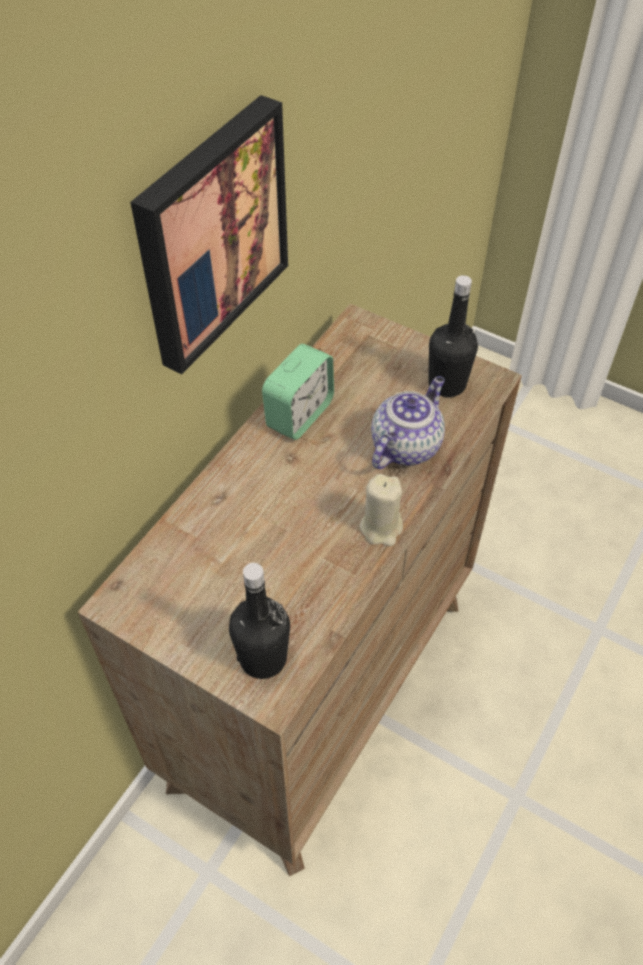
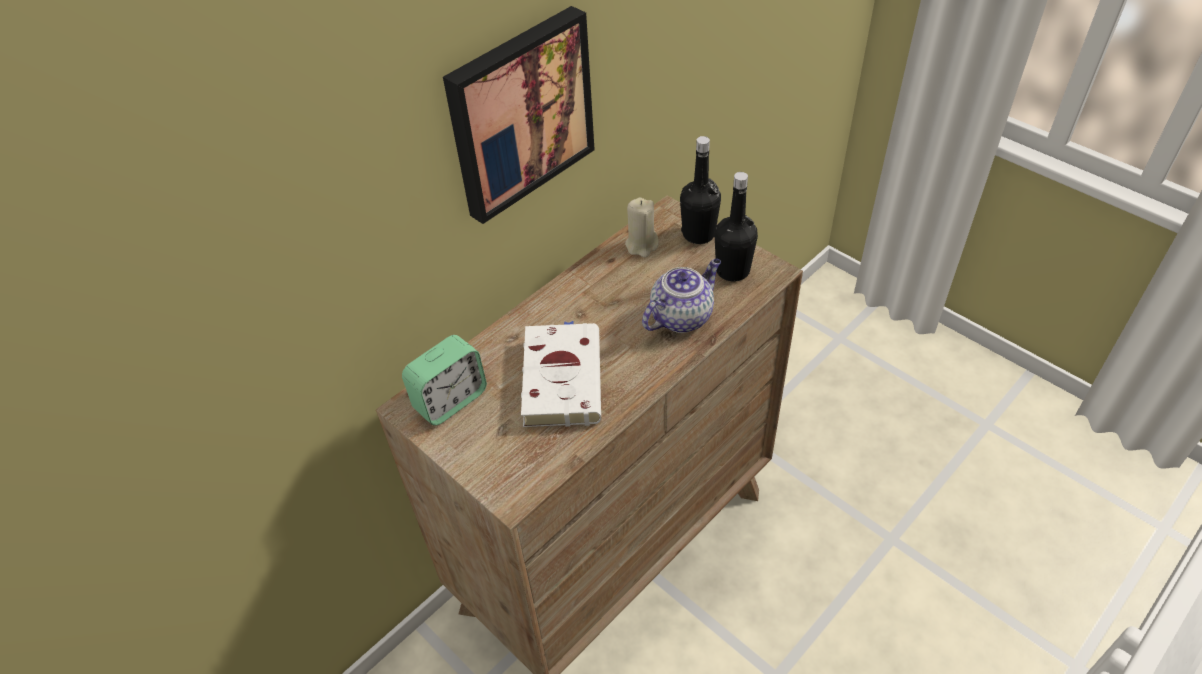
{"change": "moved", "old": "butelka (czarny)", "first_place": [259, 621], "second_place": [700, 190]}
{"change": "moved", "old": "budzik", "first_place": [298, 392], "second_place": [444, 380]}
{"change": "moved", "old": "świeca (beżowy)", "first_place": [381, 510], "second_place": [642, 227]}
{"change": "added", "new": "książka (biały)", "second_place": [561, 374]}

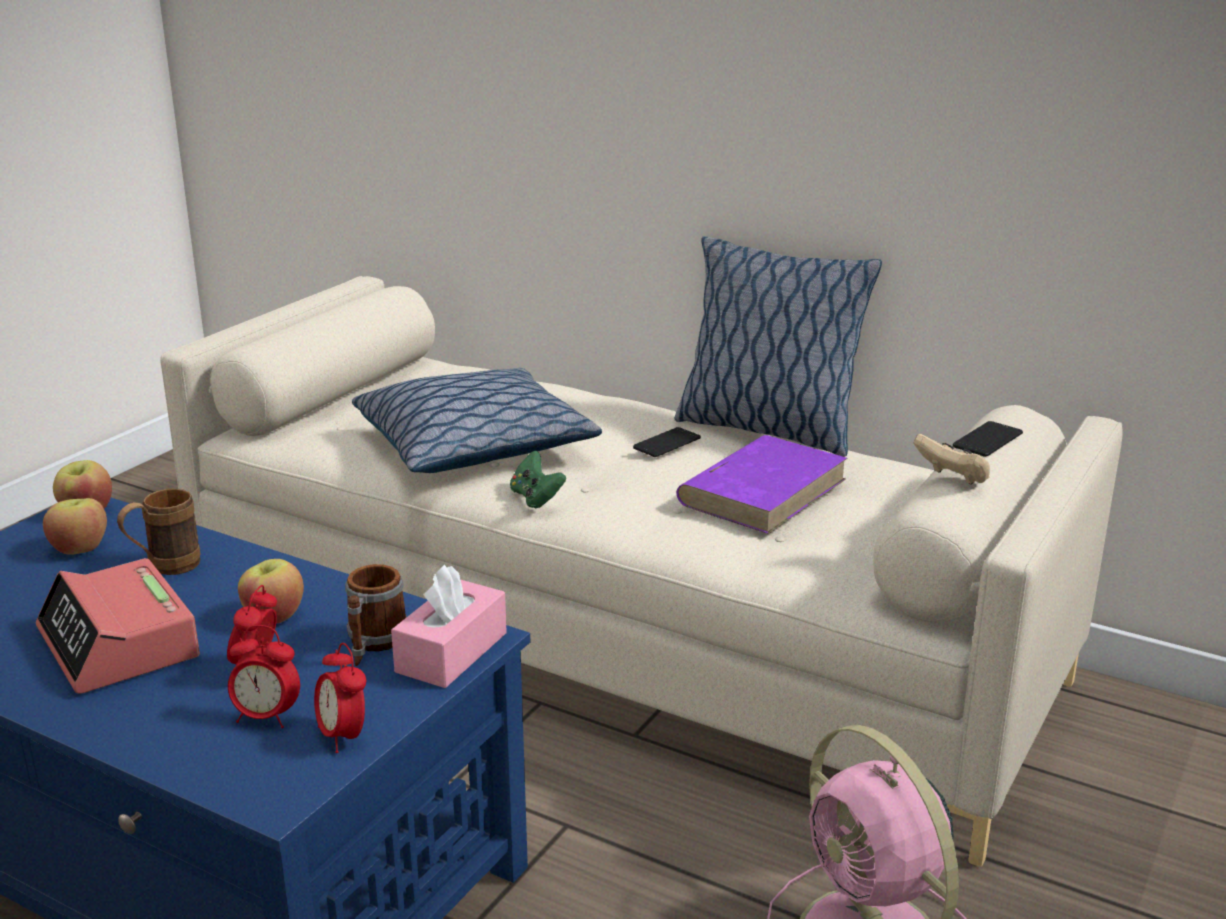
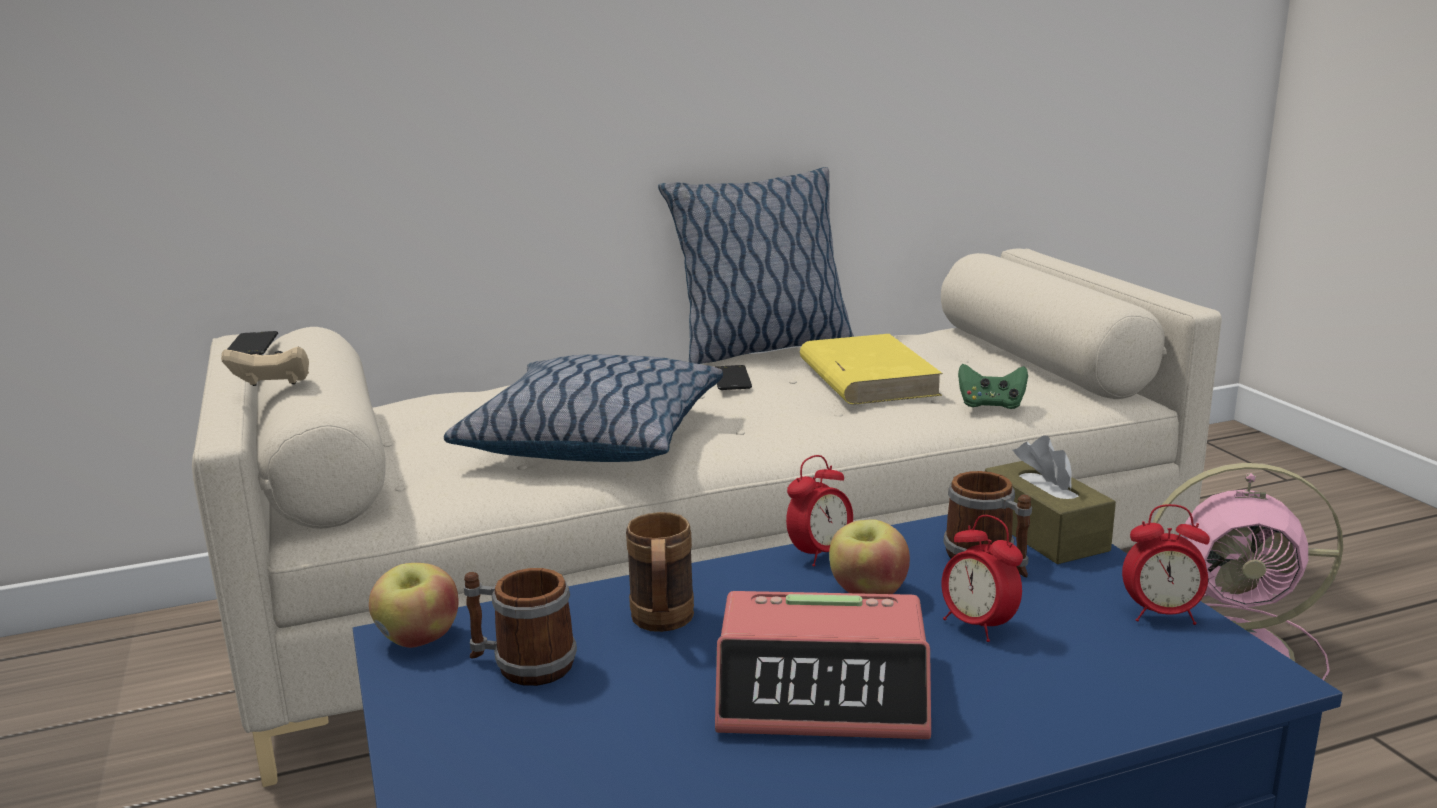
{"change": "replaced", "old": "jabłko", "new": "kubek", "first_place": [75, 526], "second_place": [520, 627]}
{"change": "moved", "old": "budzik", "first_place": [264, 676], "second_place": [819, 511]}
{"change": "recoloured", "old": "pudełko chusteczek (różowy)", "new": "pudełko chusteczek (brązowy)", "first_place": [449, 626], "second_place": [1050, 499]}
{"change": "moved", "old": "pad do gier (zielony)", "first_place": [538, 479], "second_place": [993, 386]}
{"change": "recoloured", "old": "książka (fioletowy)", "new": "książka (żółty)", "first_place": [762, 484], "second_place": [871, 369]}
{"change": "moved", "old": "pad do gier (beżowy)", "first_place": [951, 459], "second_place": [265, 366]}
{"change": "moved", "old": "telefon", "first_place": [988, 439], "second_place": [252, 343]}

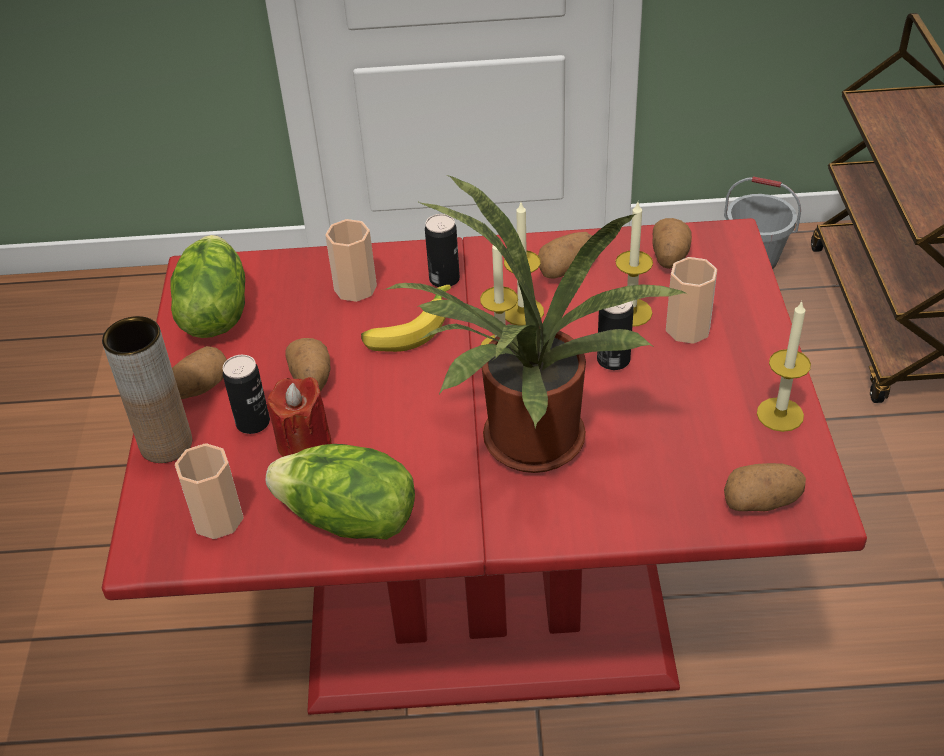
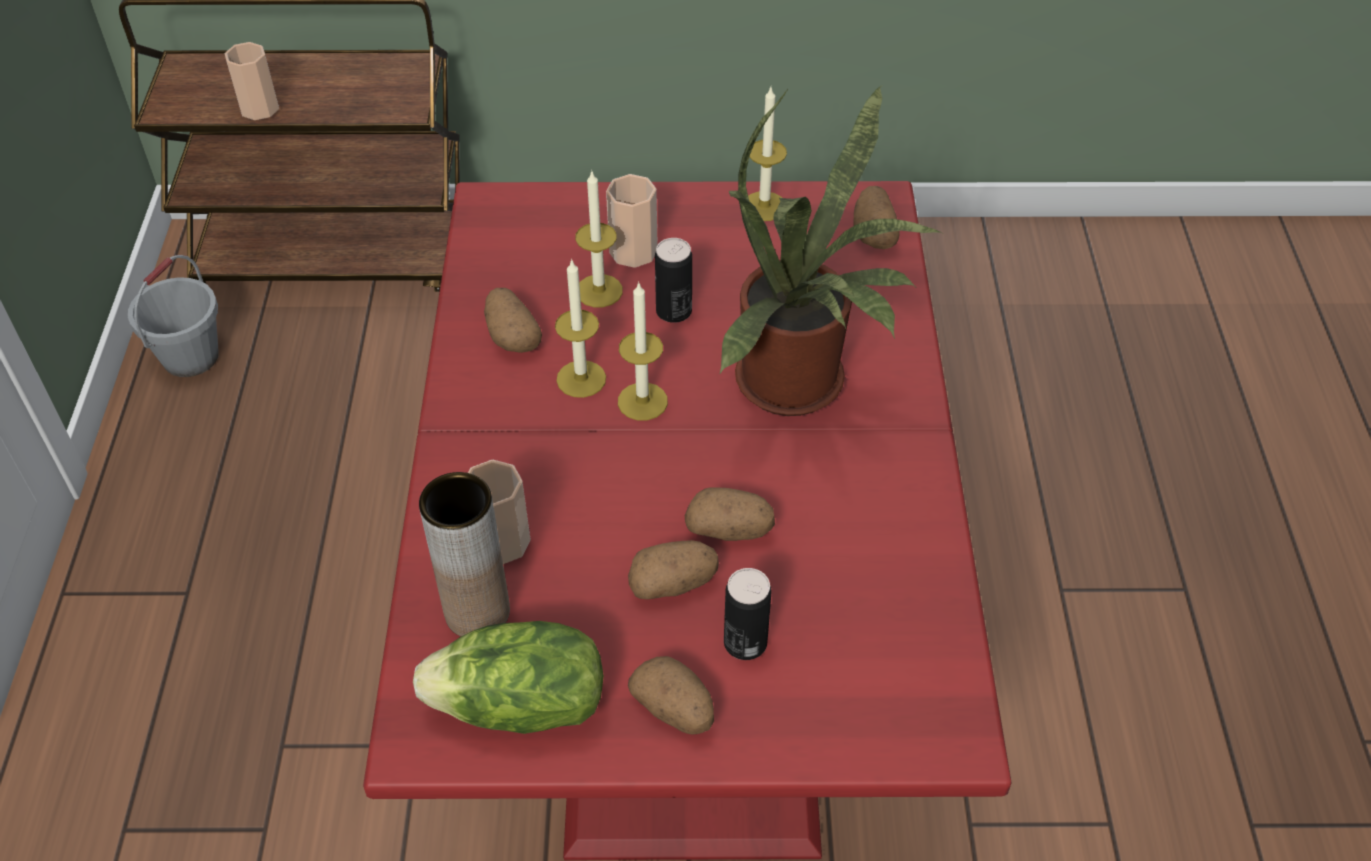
{"change": "moved", "old": "wazon (brązowy)", "first_place": [147, 389], "second_place": [464, 554]}
{"change": "moved", "old": "filiżanka", "first_place": [209, 491], "second_place": [252, 81]}
{"change": "removed", "old": "sałata", "first_place": [340, 492]}
{"change": "removed", "old": "świeca (czerwony)", "first_place": [299, 417]}
{"change": "removed", "old": "banan", "first_place": [406, 318]}
{"change": "removed", "old": "puszka", "first_place": [442, 250]}
{"change": "moved", "old": "ziemniak", "first_place": [672, 243], "second_place": [730, 514]}

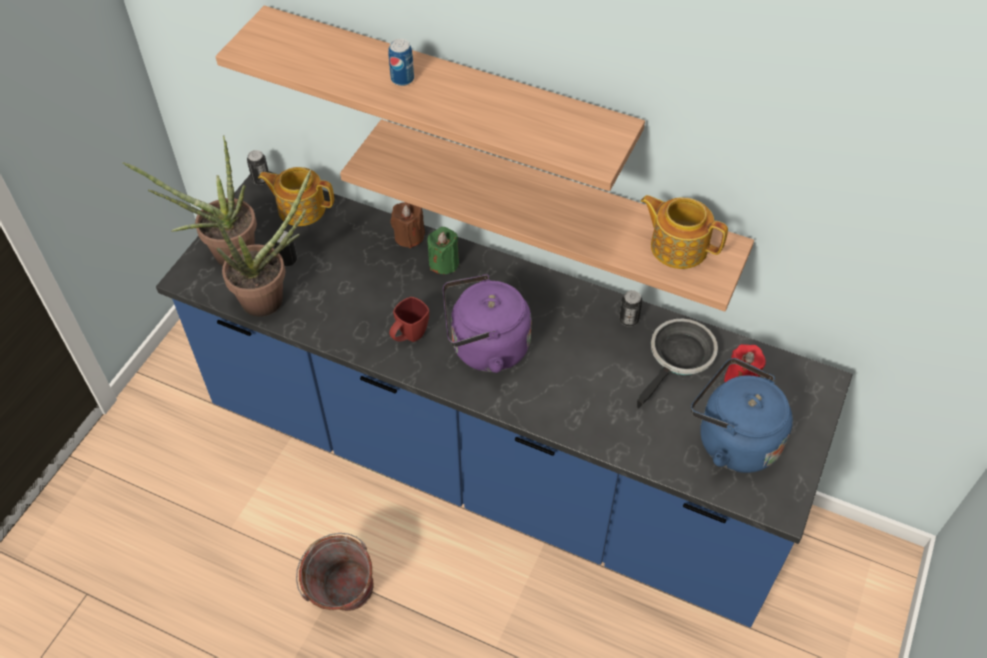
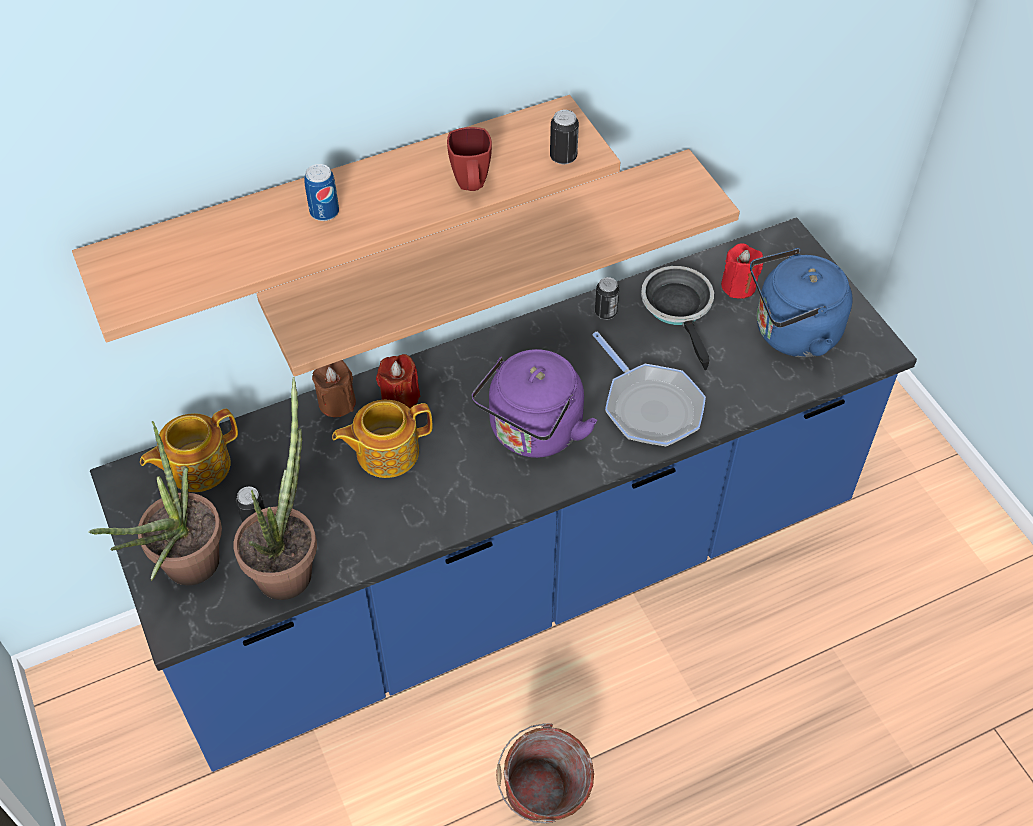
{"change": "moved", "old": "puszka", "first_place": [258, 167], "second_place": [564, 137]}
{"change": "moved", "old": "kubek (czerwony)", "first_place": [409, 319], "second_place": [469, 159]}
{"change": "recoloured", "old": "świeca (zielony)", "new": "świeca (czerwony)", "first_place": [443, 250], "second_place": [398, 381]}
{"change": "moved", "old": "imbryk", "first_place": [684, 232], "second_place": [382, 439]}
{"change": "added", "new": "patelnia", "second_place": [649, 389]}

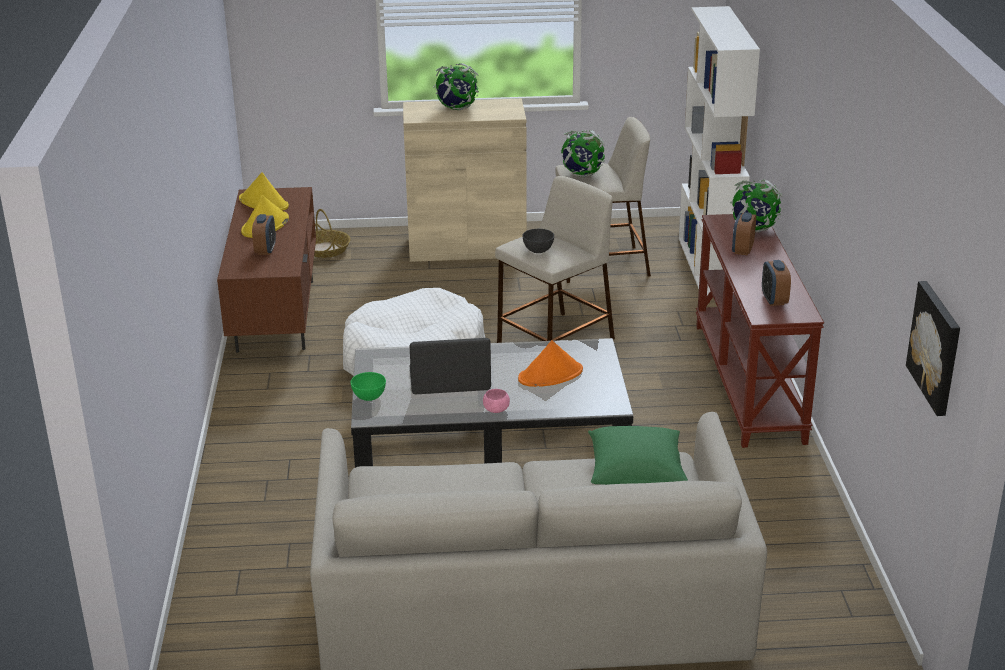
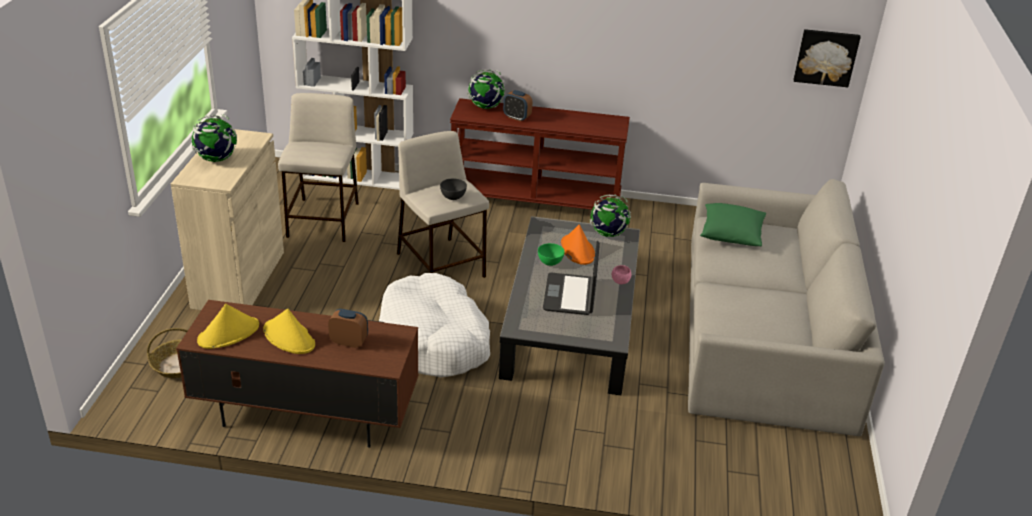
{"change": "moved", "old": "miska (zielony)", "first_place": [368, 386], "second_place": [551, 254]}
{"change": "moved", "old": "globus", "first_place": [583, 153], "second_place": [610, 215]}
{"change": "removed", "old": "budzik", "first_place": [776, 283]}

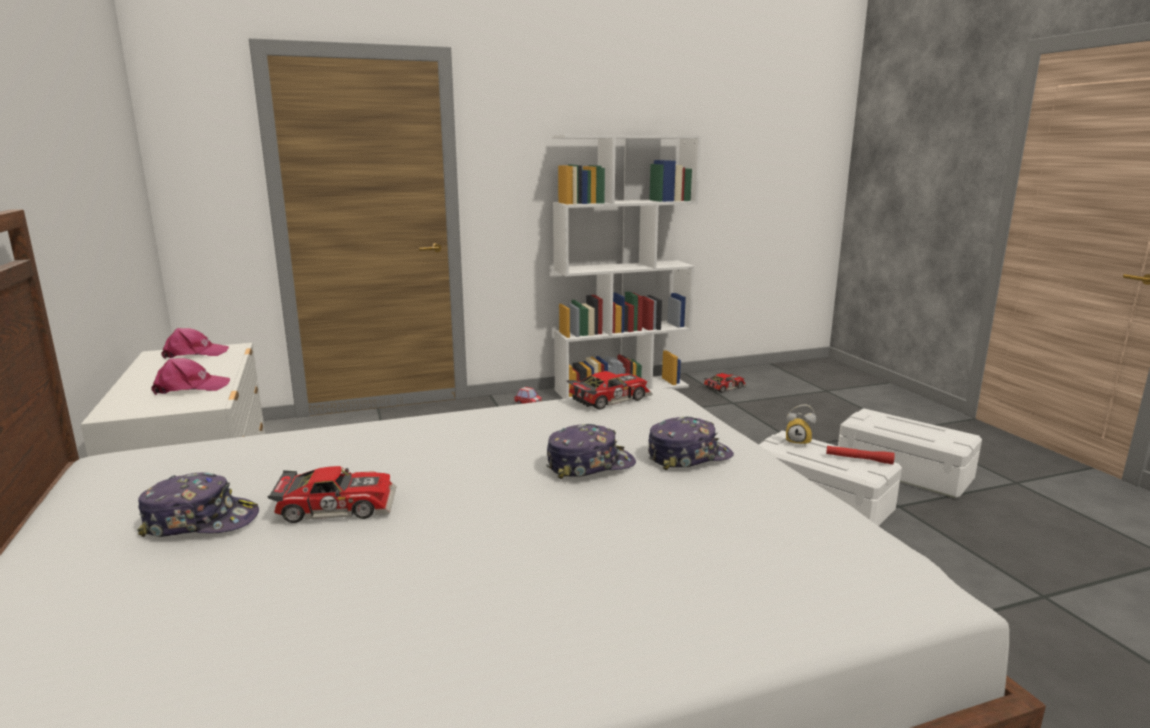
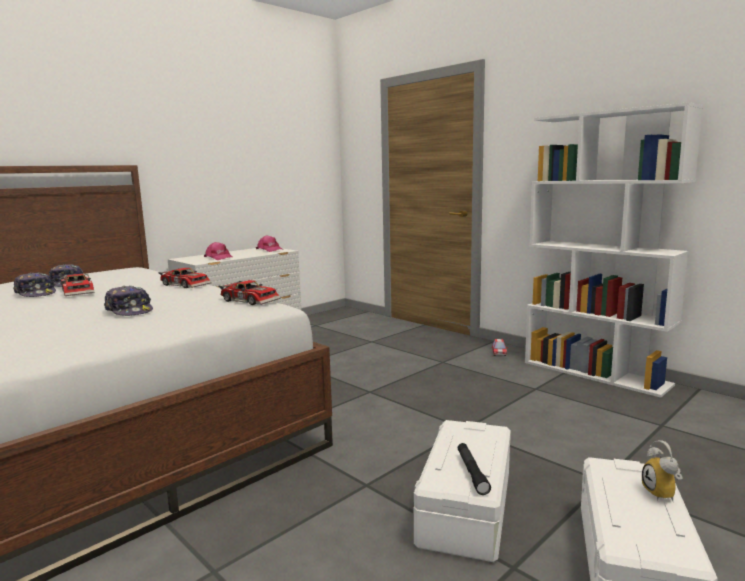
{"change": "moved", "old": "czapka z daszkiem", "first_place": [691, 443], "second_place": [34, 284]}
{"change": "moved", "old": "samochodzik", "first_place": [725, 383], "second_place": [185, 278]}
{"change": "moved", "old": "budzik", "first_place": [801, 424], "second_place": [662, 470]}
{"change": "recoloured", "old": "latarka (czerwony)", "new": "latarka (czarny)", "first_place": [860, 454], "second_place": [474, 469]}

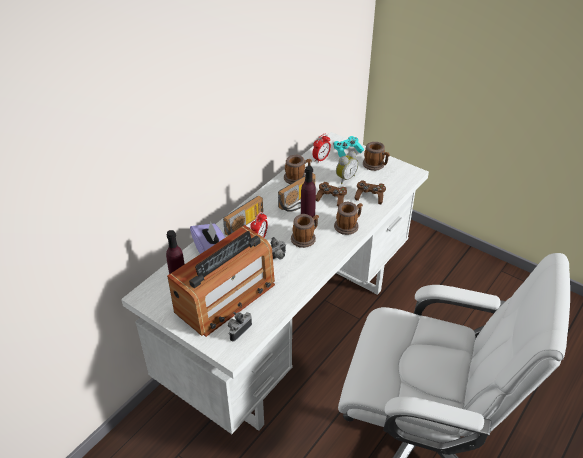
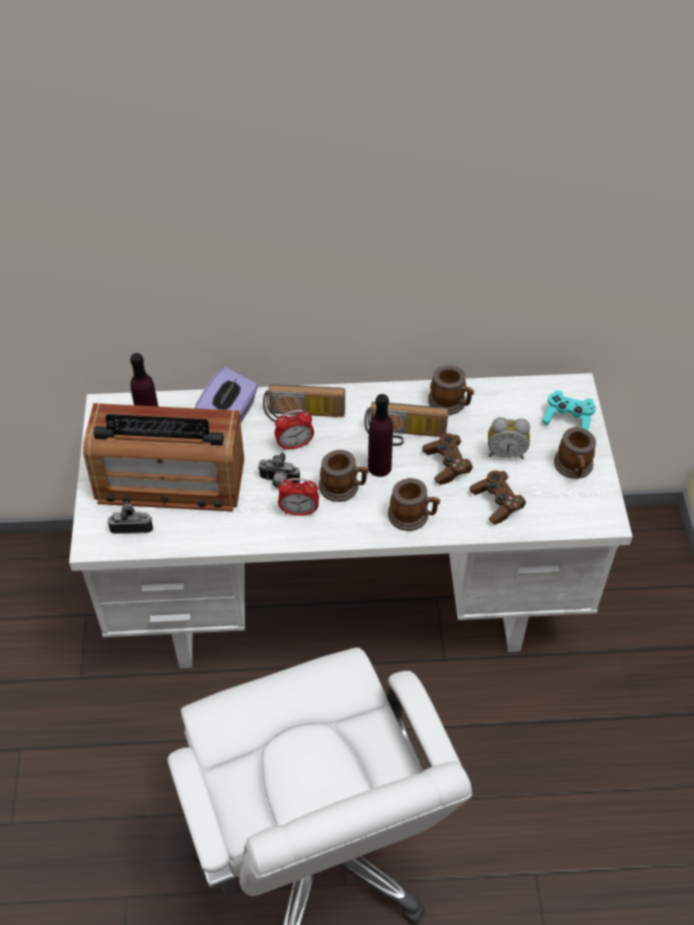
{"change": "moved", "old": "budzik", "first_place": [321, 148], "second_place": [298, 497]}

